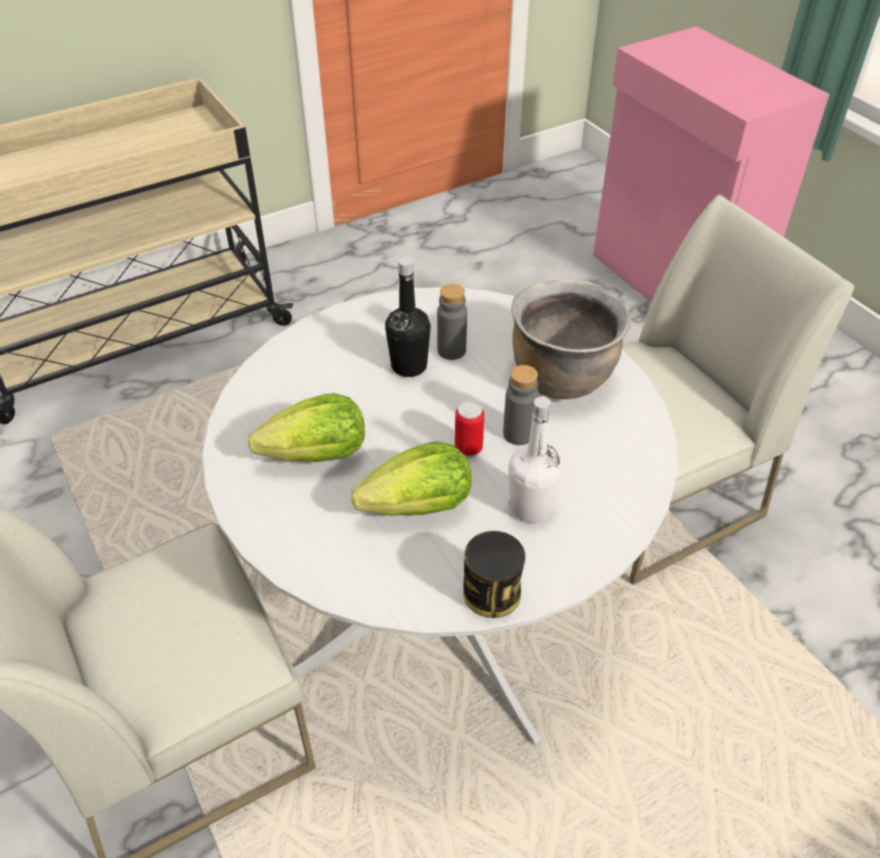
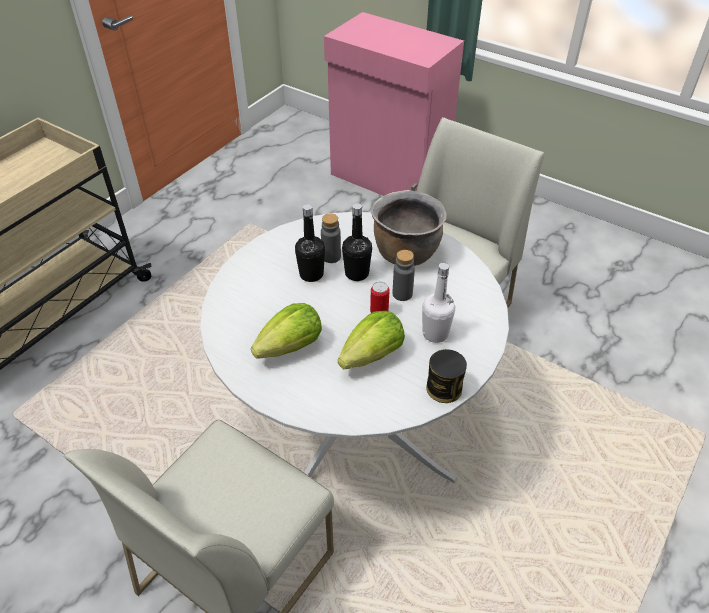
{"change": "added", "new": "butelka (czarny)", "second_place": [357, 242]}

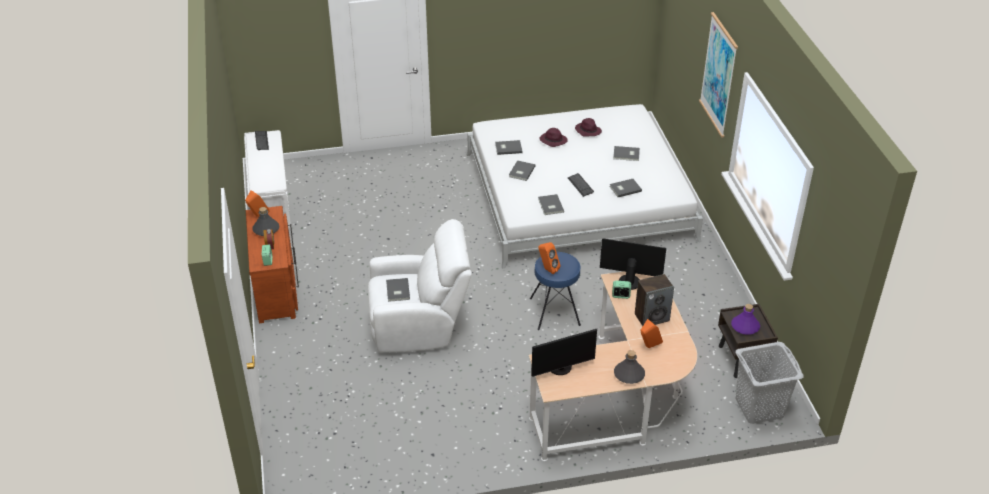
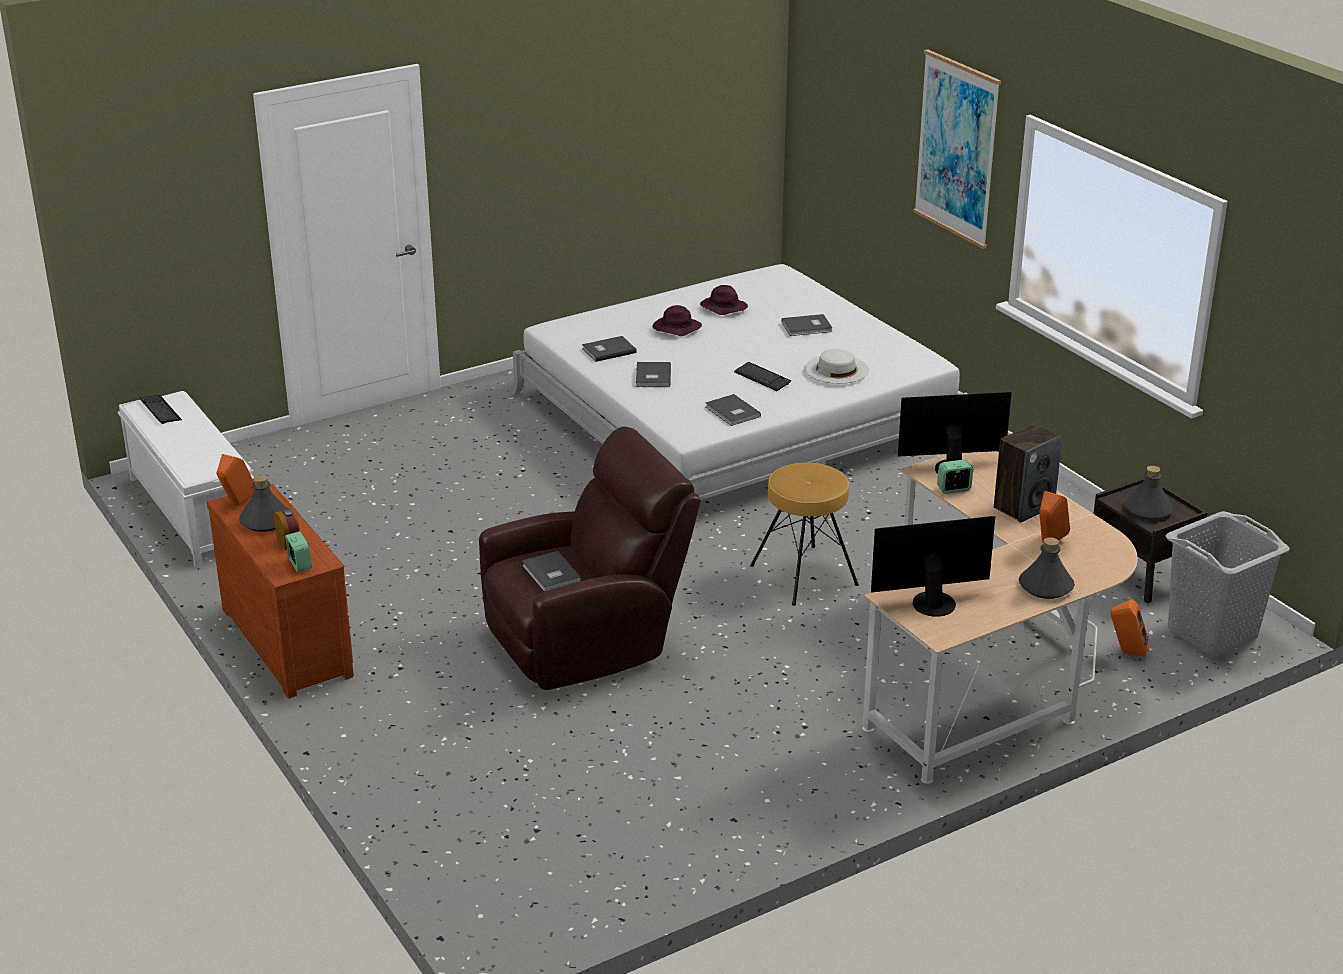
{"change": "recoloured", "old": "fotel (biały)", "new": "fotel (brązowy)", "first_place": [420, 285], "second_place": [590, 558]}
{"change": "recoloured", "old": "stołek (niebieski)", "new": "stołek (brązowy)", "first_place": [555, 291], "second_place": [804, 534]}
{"change": "turned", "old": "monitor", "first_place": [564, 353], "second_place": [933, 566], "degrees": -150}
{"change": "moved", "old": "głośnik (pomarańczowy)", "first_place": [549, 258], "second_place": [1130, 628]}
{"change": "replaced", "old": "książka (szary)", "new": "kapelusz (biały)", "first_place": [625, 188], "second_place": [837, 366]}
{"change": "recoloured", "old": "butelka (fioletowy)", "new": "butelka (szary)", "first_place": [745, 319], "second_place": [1148, 493]}

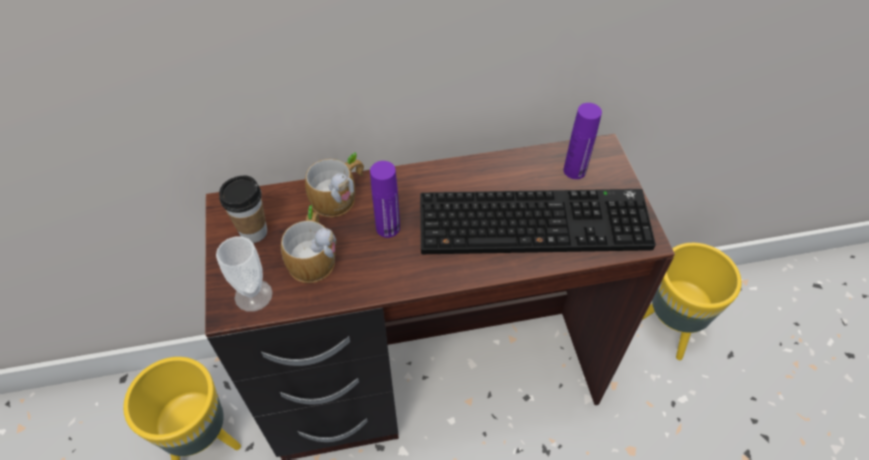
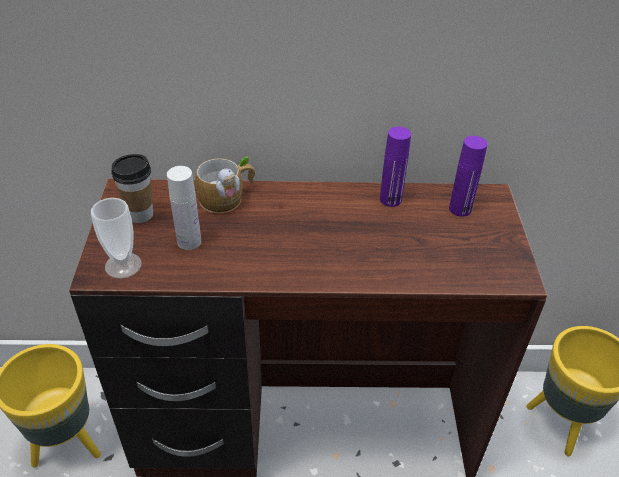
{"change": "replaced", "old": "kubek", "new": "butelka (biały)", "first_place": [308, 244], "second_place": [184, 208]}
{"change": "moved", "old": "butelka (fioletowy)", "first_place": [385, 199], "second_place": [395, 166]}
{"change": "removed", "old": "klawiatura", "first_place": [538, 221]}

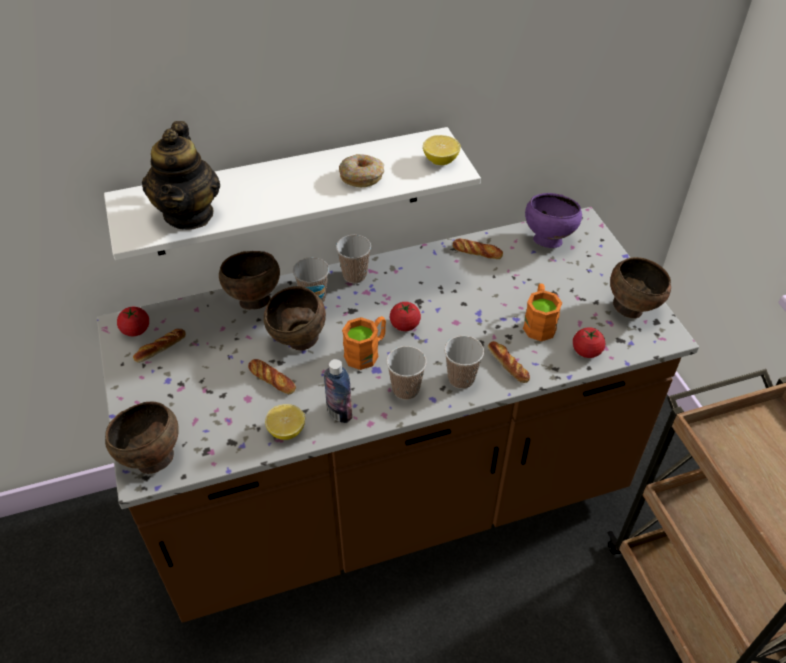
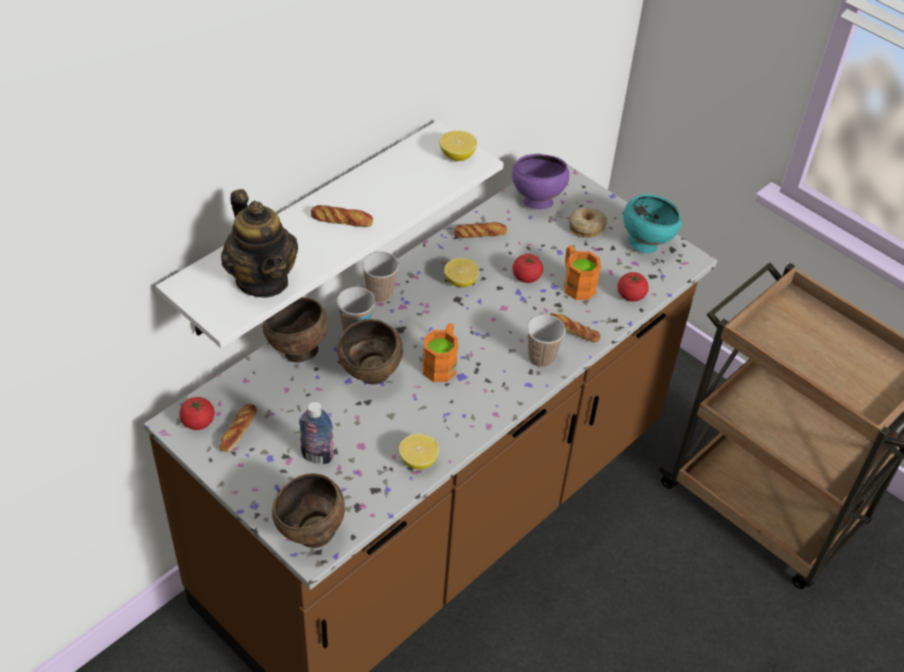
{"change": "moved", "old": "chleb", "first_place": [272, 376], "second_place": [342, 216]}
{"change": "moved", "old": "butelka", "first_place": [338, 391], "second_place": [316, 433]}
{"change": "moved", "old": "donut", "first_place": [361, 170], "second_place": [588, 223]}
{"change": "removed", "old": "filiżanka", "first_place": [406, 373]}
{"change": "moved", "old": "pomidor", "first_place": [405, 316], "second_place": [527, 268]}
{"change": "recoloured", "old": "miska (brązowy)", "new": "miska (turkusowy)", "first_place": [640, 287], "second_place": [652, 223]}
{"change": "added", "new": "cytryna", "second_place": [461, 272]}

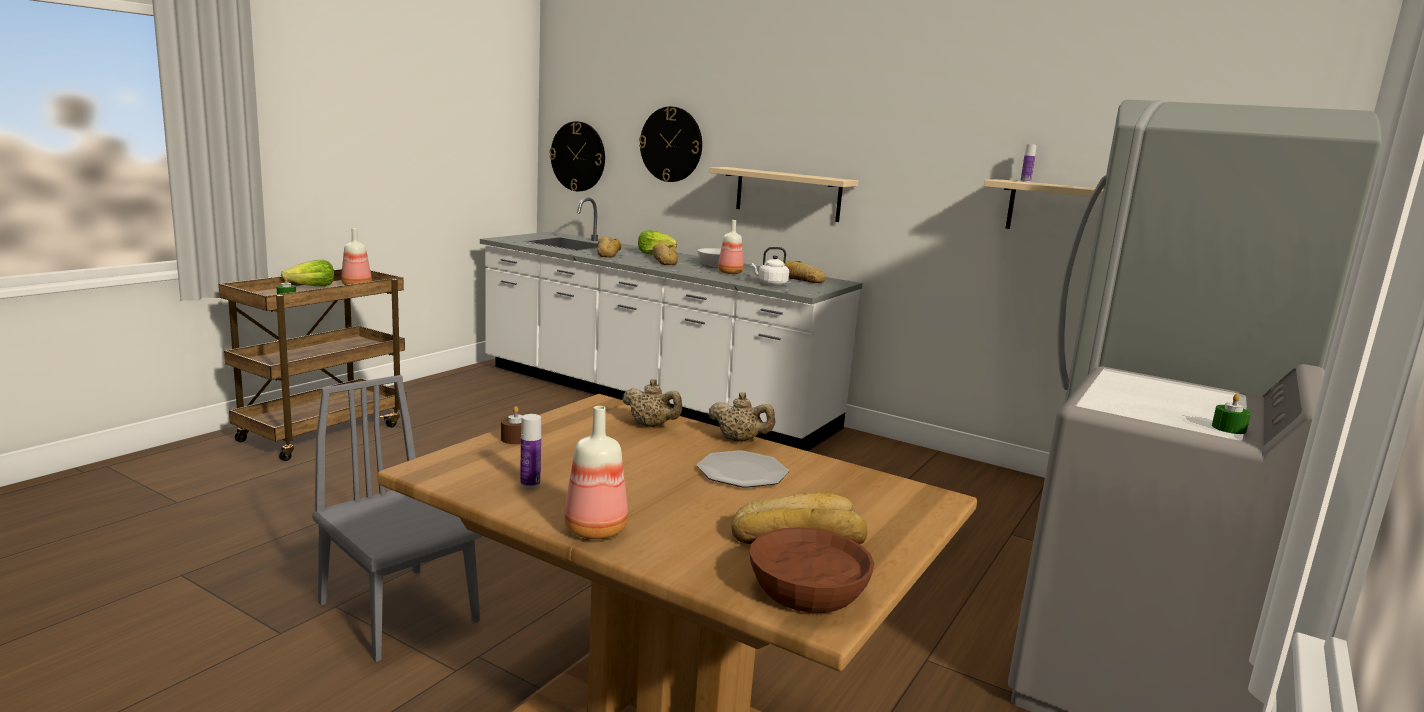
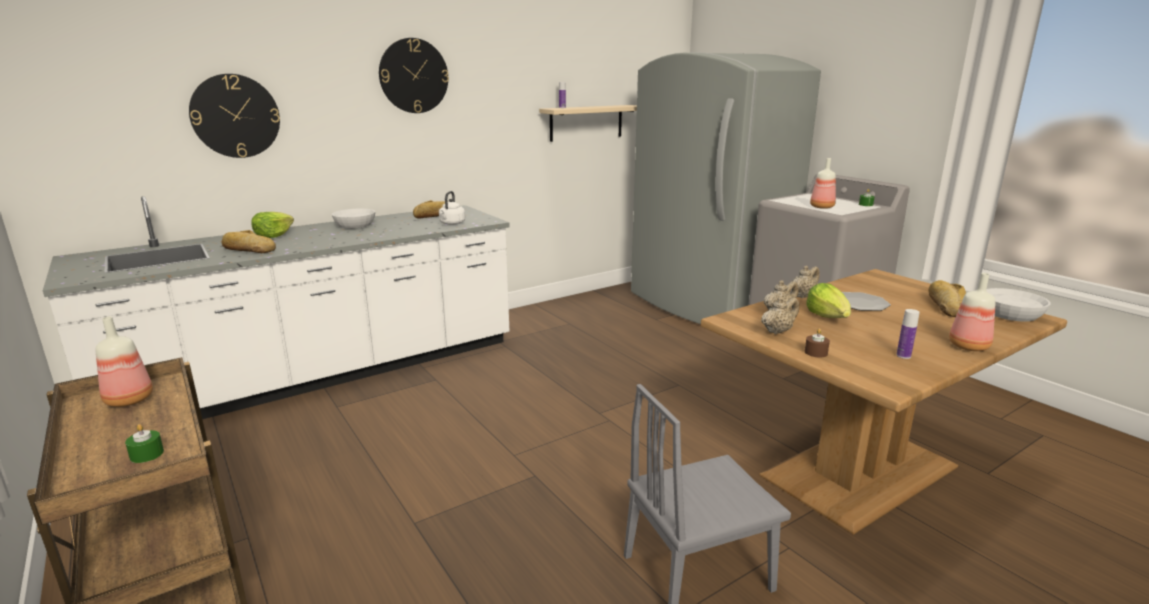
{"change": "moved", "old": "sałata", "first_place": [307, 273], "second_place": [828, 300]}
{"change": "moved", "old": "zegar ścienny", "first_place": [577, 156], "second_place": [414, 75]}
{"change": "removed", "old": "chleb", "first_place": [665, 254]}
{"change": "removed", "old": "półka (beżowy)", "first_place": [783, 194]}
{"change": "moved", "old": "butelka", "first_place": [731, 247], "second_place": [823, 183]}
{"change": "recoloured", "old": "miska (brązowy)", "new": "miska (biały)", "first_place": [812, 570], "second_place": [1019, 305]}
{"change": "added", "new": "imbryk (beżowy)", "second_place": [780, 315]}

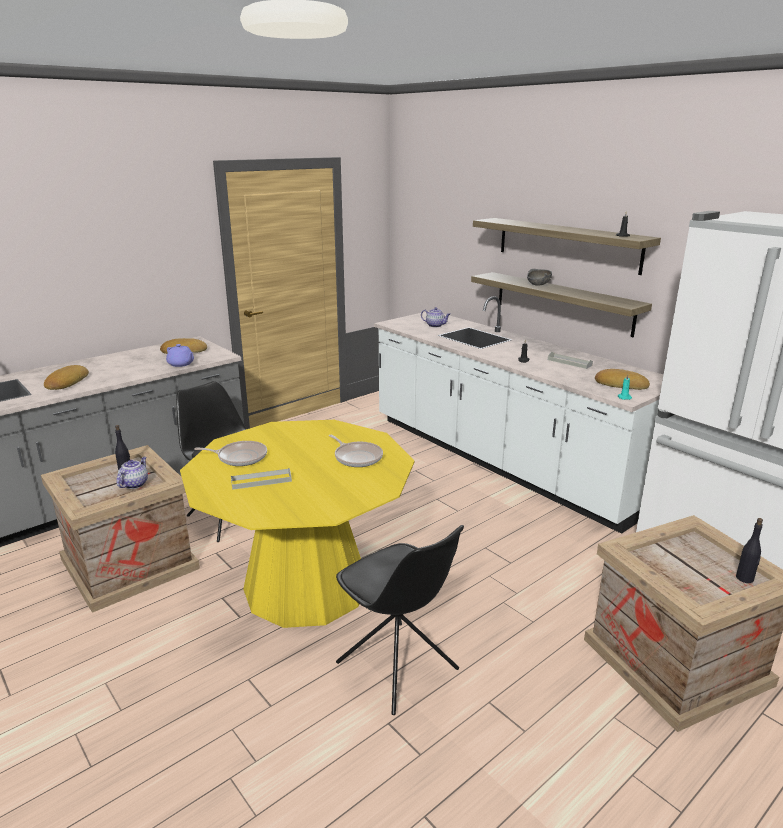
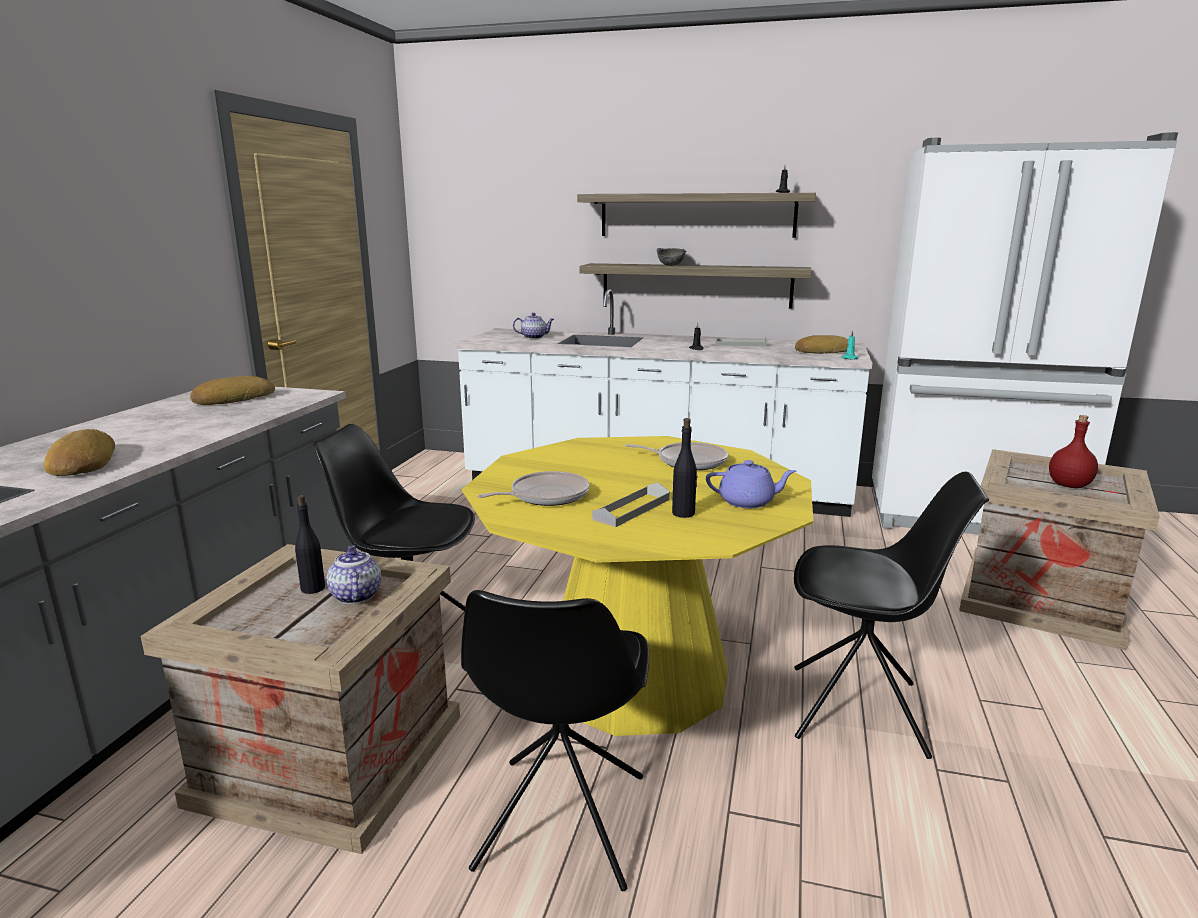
{"change": "moved", "old": "imbryk (fioletowy)", "first_place": [180, 355], "second_place": [751, 484]}
{"change": "moved", "old": "butelka (czarny)", "first_place": [749, 550], "second_place": [685, 468]}
{"change": "added", "new": "krzesło (czarny)", "second_place": [555, 741]}
{"change": "added", "new": "butelka (czerwony)", "second_place": [1073, 451]}

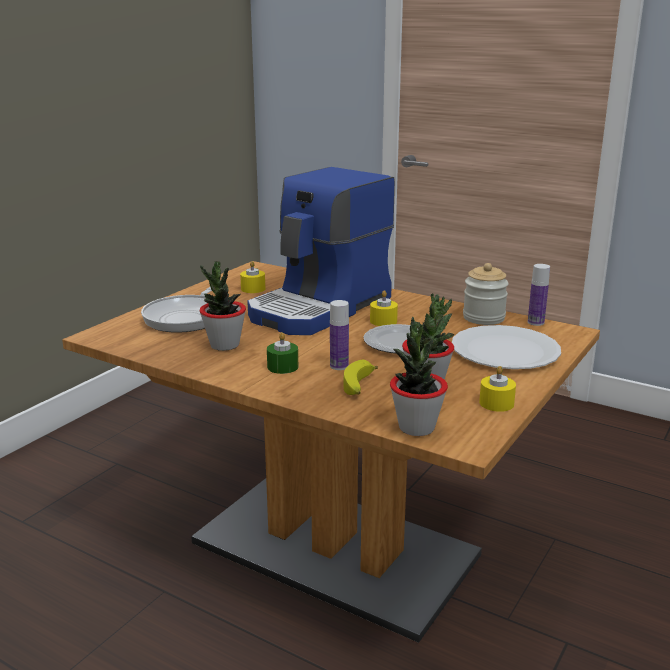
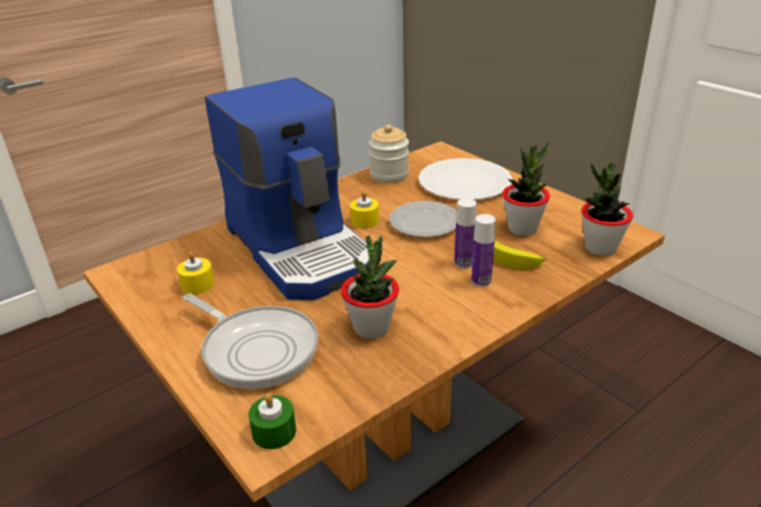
{"change": "moved", "old": "świeca (zielony)", "first_place": [282, 353], "second_place": [272, 421]}
{"change": "removed", "old": "świeca (żółty)", "first_place": [497, 389]}
{"change": "moved", "old": "butelka", "first_place": [539, 295], "second_place": [483, 250]}

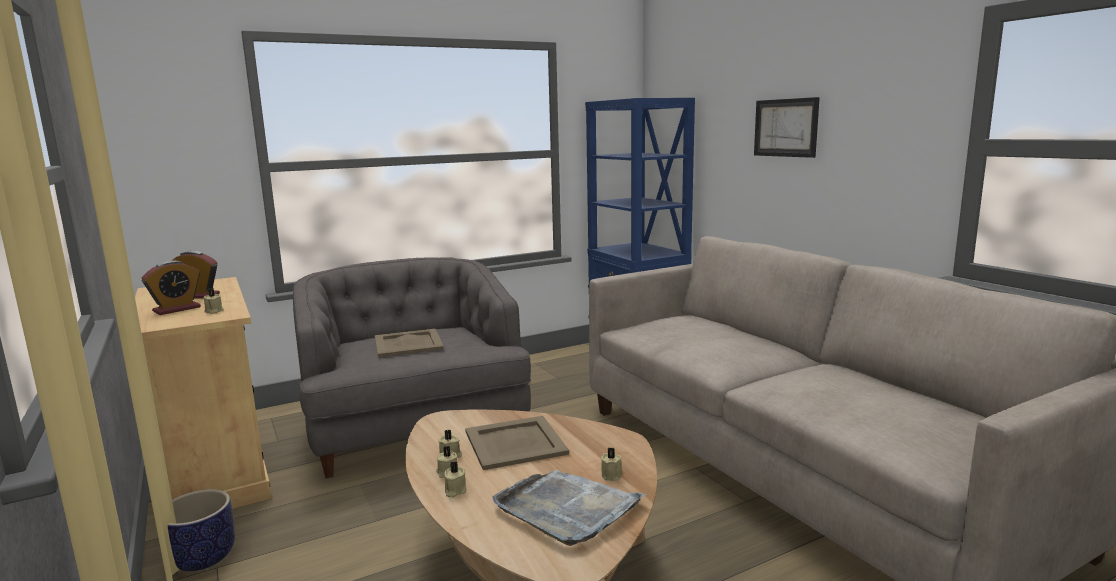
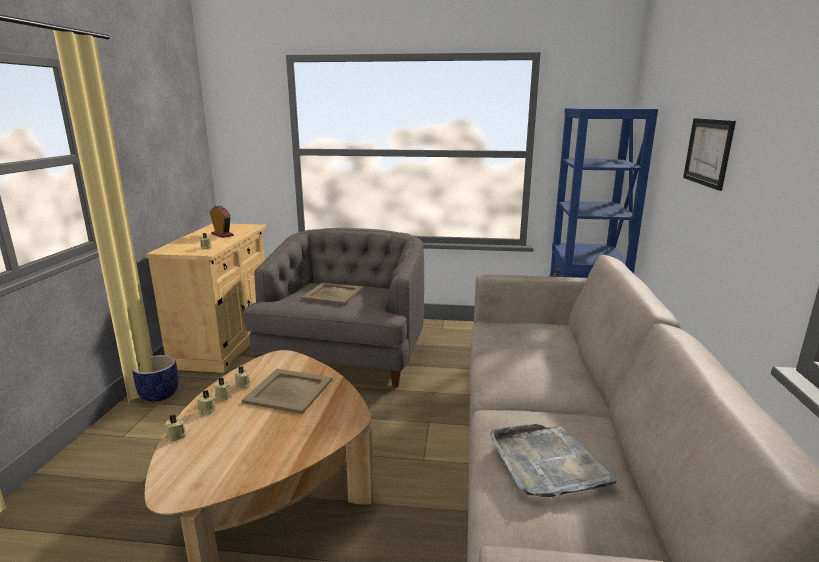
{"change": "removed", "old": "budzik", "first_place": [171, 288]}
{"change": "moved", "old": "taca (szary)", "first_place": [570, 508], "second_place": [556, 460]}
{"change": "moved", "old": "świeca (beżowy)", "first_place": [612, 464], "second_place": [176, 428]}

